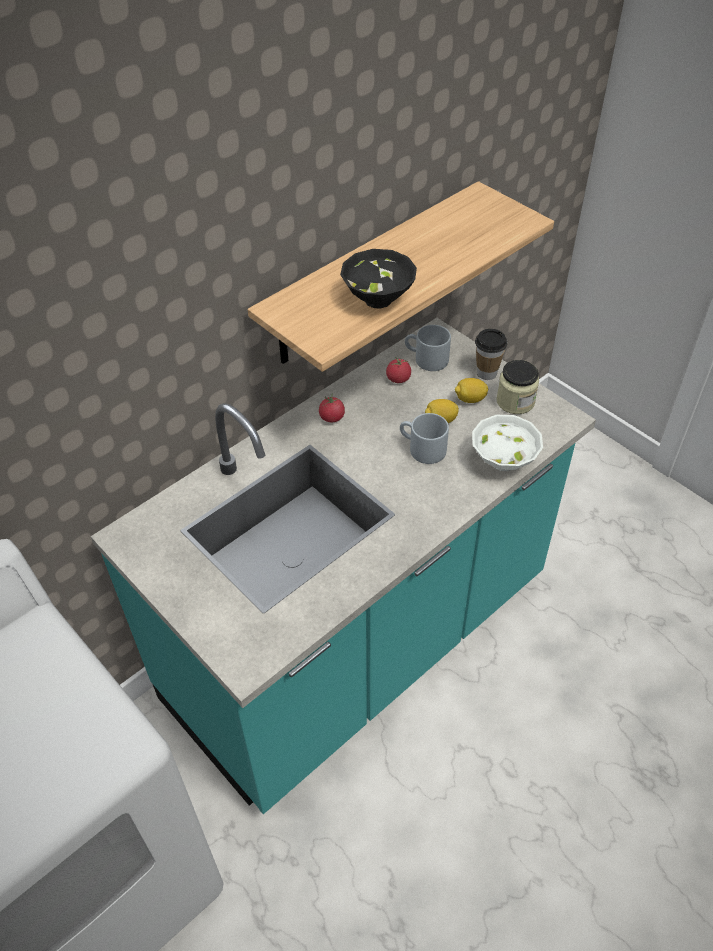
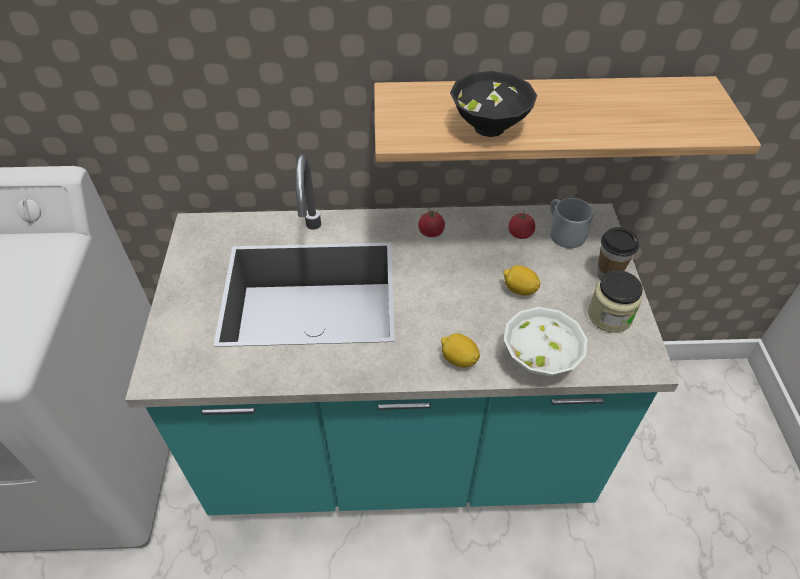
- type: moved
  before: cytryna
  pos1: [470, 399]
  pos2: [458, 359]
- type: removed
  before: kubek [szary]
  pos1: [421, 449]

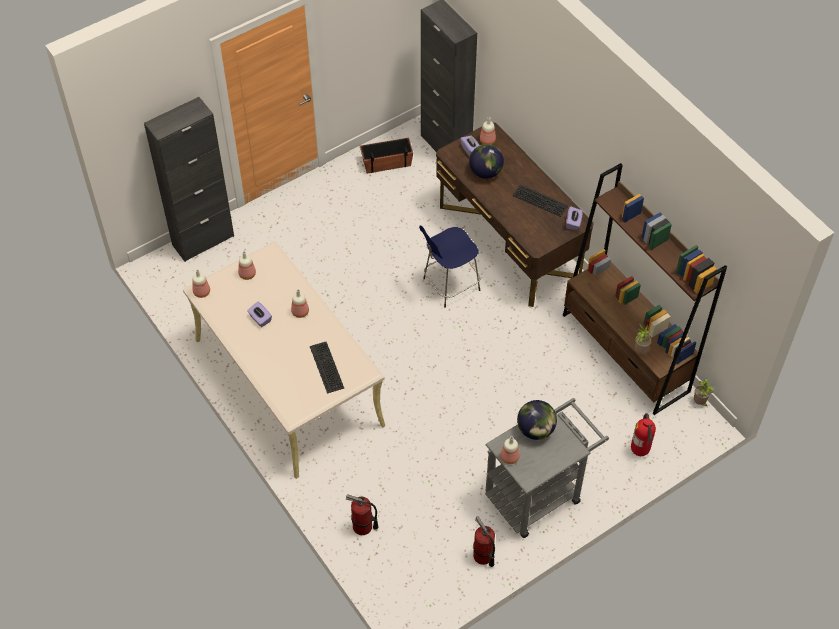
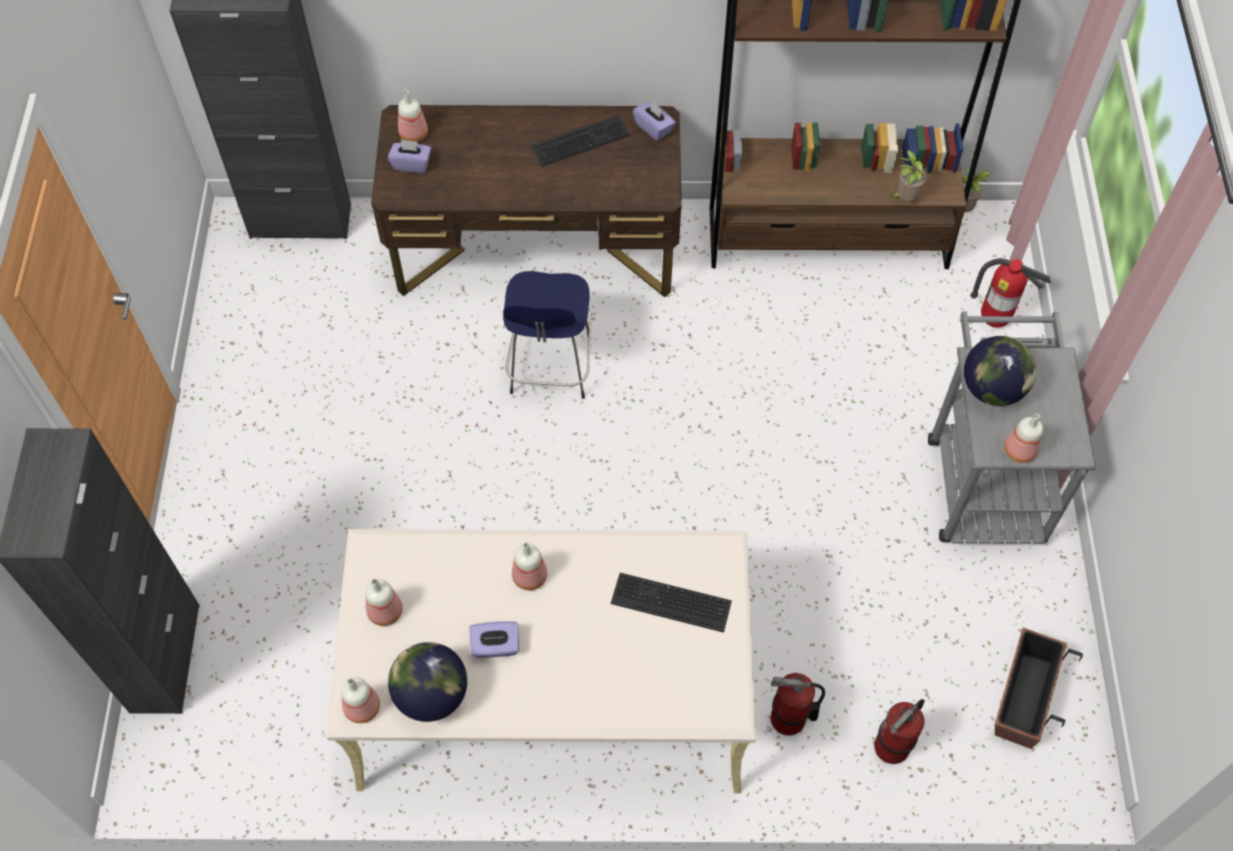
- type: moved
  before: donica
  pos1: [386, 162]
  pos2: [1023, 698]
- type: moved
  before: globus
  pos1: [486, 172]
  pos2: [431, 694]
- type: moved
  before: gaśnica
  pos1: [483, 556]
  pos2: [788, 719]

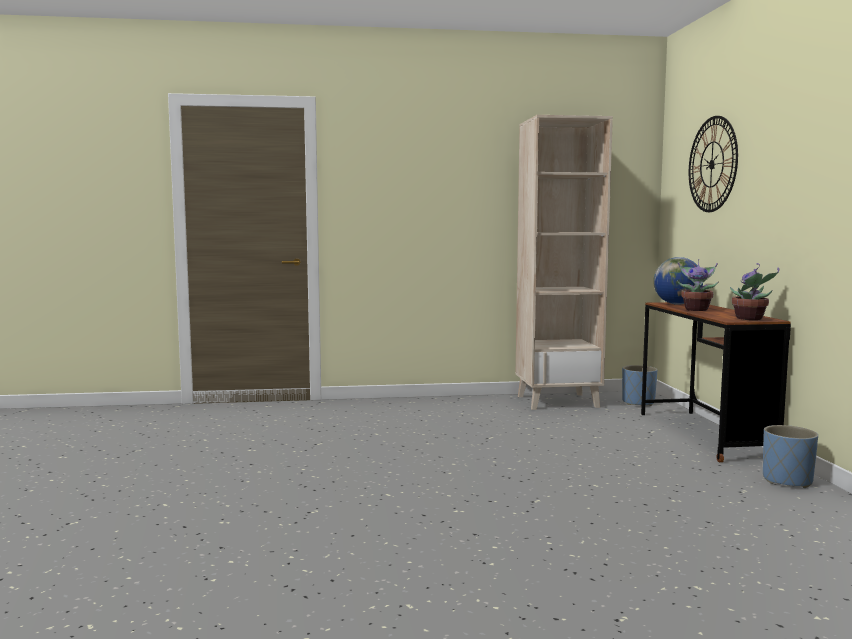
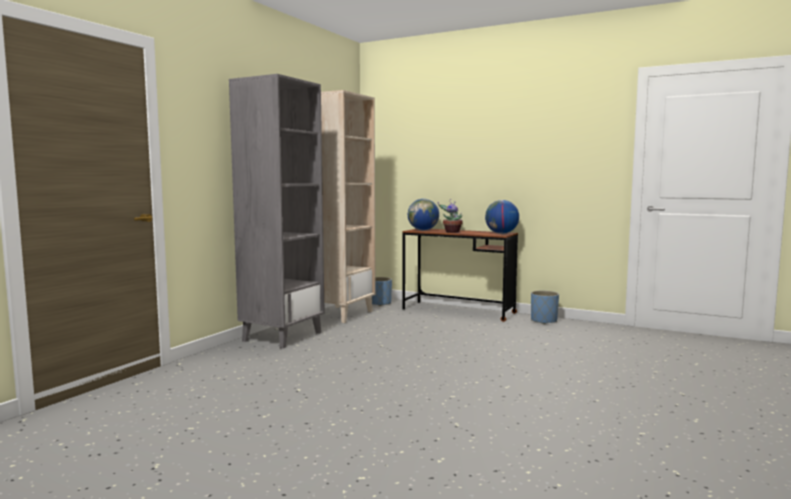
- type: removed
  before: zegar ścienny
  pos1: [712, 164]
- type: replaced
  before: roślina doniczkowa
  after: globus
  pos1: [750, 319]
  pos2: [501, 233]
- type: added
  after: regał [szary]
  pos2: [282, 336]

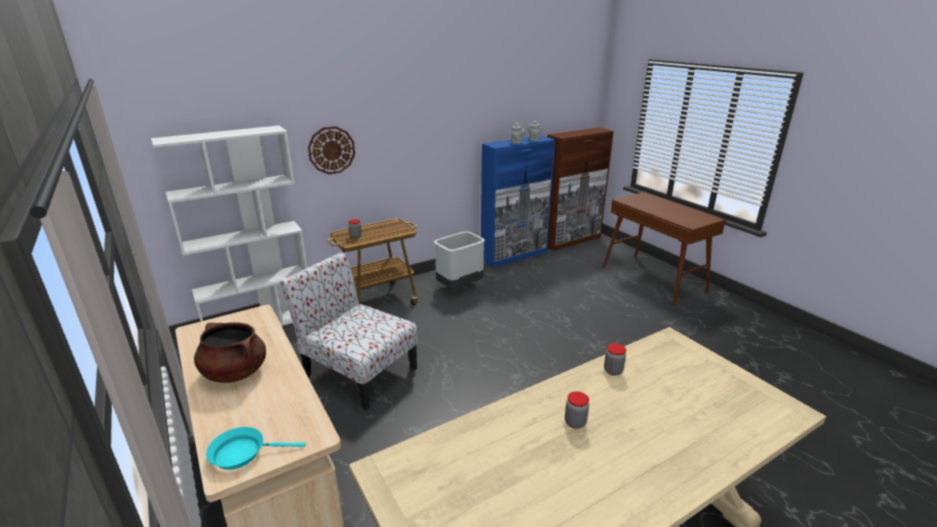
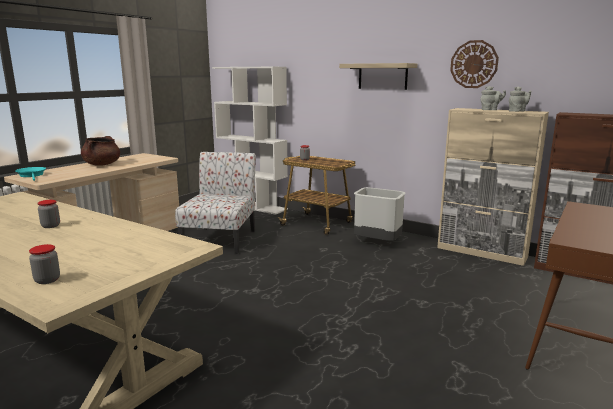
- type: moved
  before: zegar ścienny
  pos1: [331, 150]
  pos2: [474, 64]
- type: recoloured
  before: szafka [niebieski]
  after: szafka [beżowy]
  pos1: [514, 255]
  pos2: [482, 252]
- type: moved
  before: słoik
  pos1: [613, 371]
  pos2: [47, 280]
- type: added
  after: półka
  pos2: [382, 76]

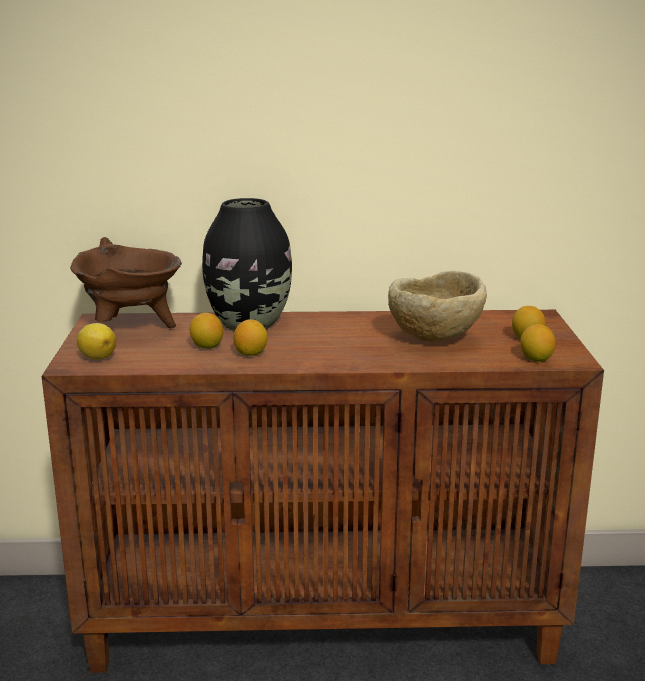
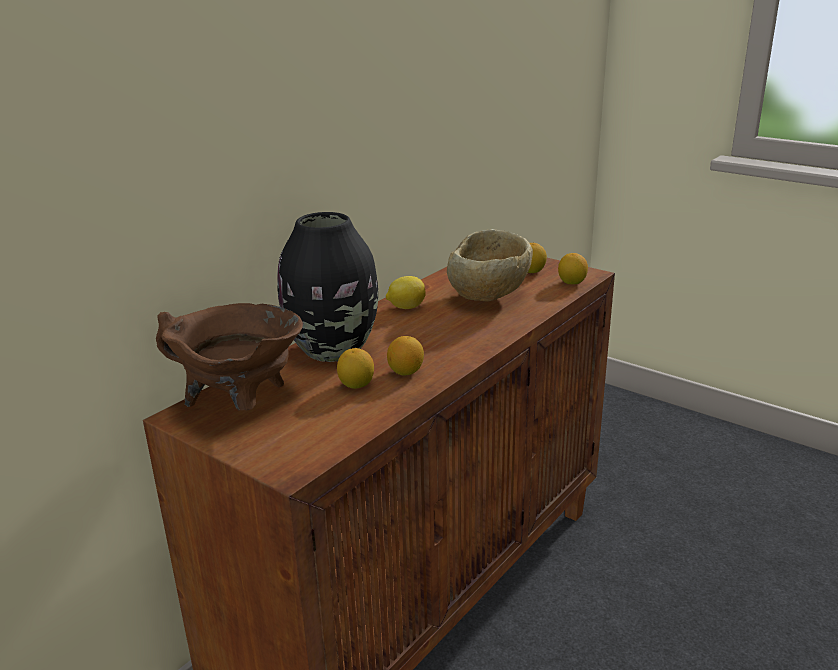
- type: moved
  before: cytryna
  pos1: [97, 357]
  pos2: [406, 307]

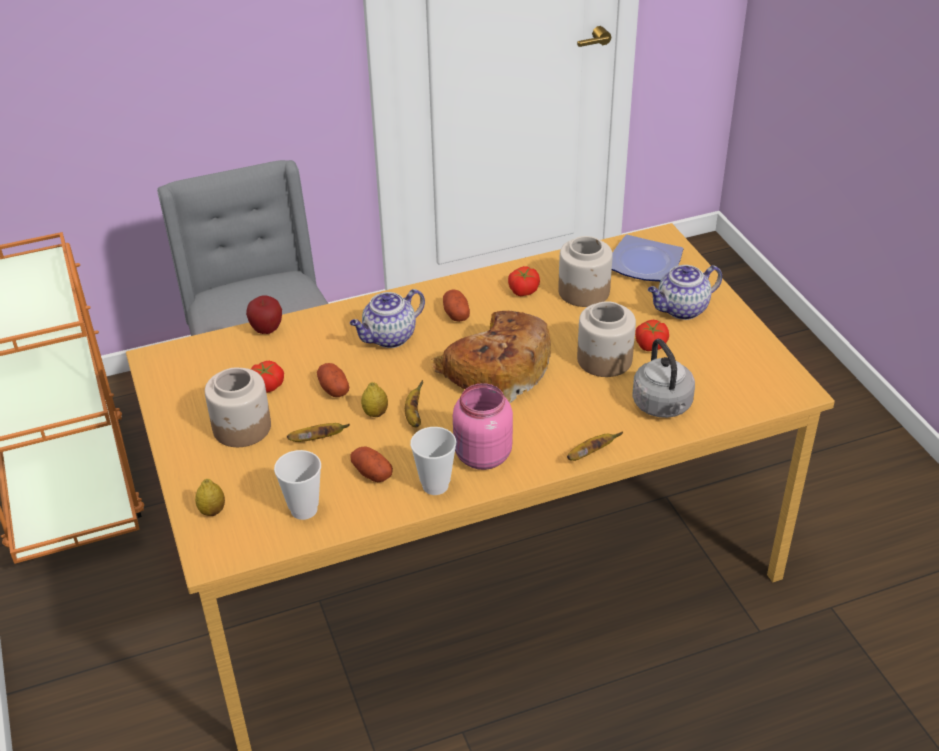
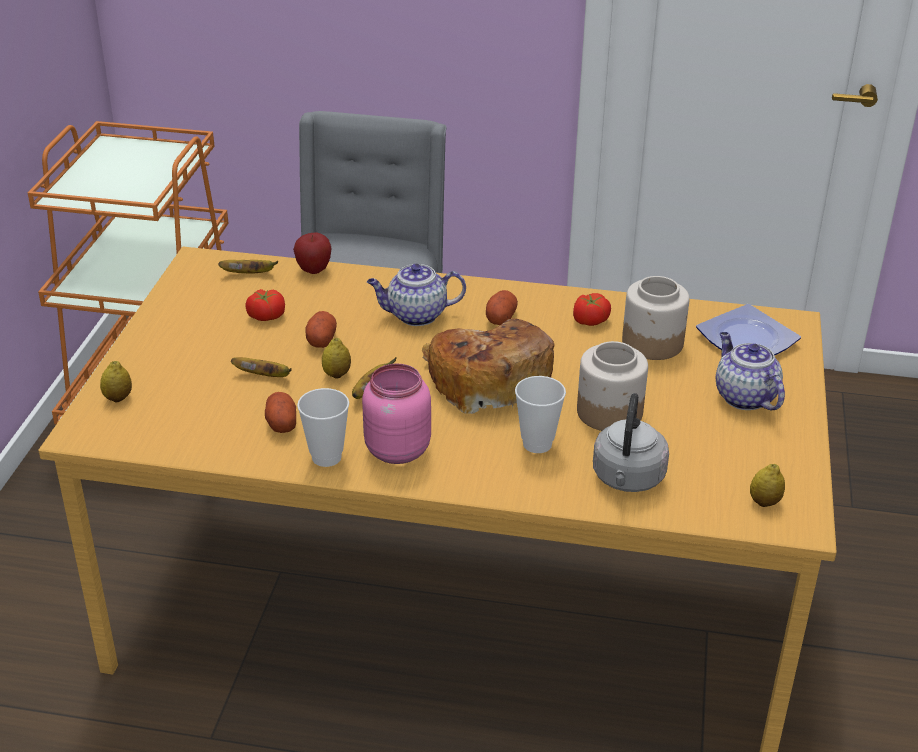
- type: turned
  before: imbryk
  pos1: [681, 310]
  pos2: [743, 397]
  turn: 60
- type: removed
  before: pomidor
  pos1: [650, 344]
- type: removed
  before: słoik
  pos1: [242, 428]
- type: moved
  before: banan
  pos1: [590, 453]
  pos2: [249, 274]
- type: moved
  before: filiżanka
  pos1: [304, 509]
  pos2: [537, 444]
- type: added
  after: cytryna
  pos2: [764, 502]

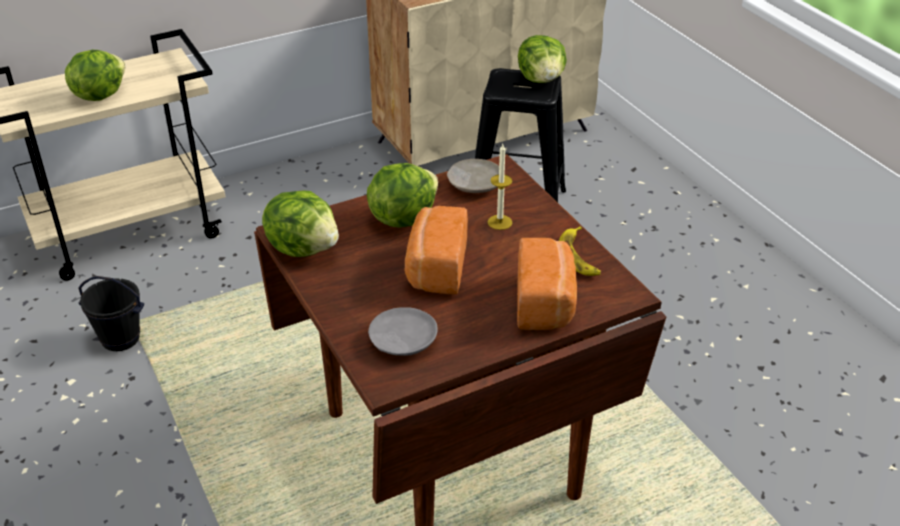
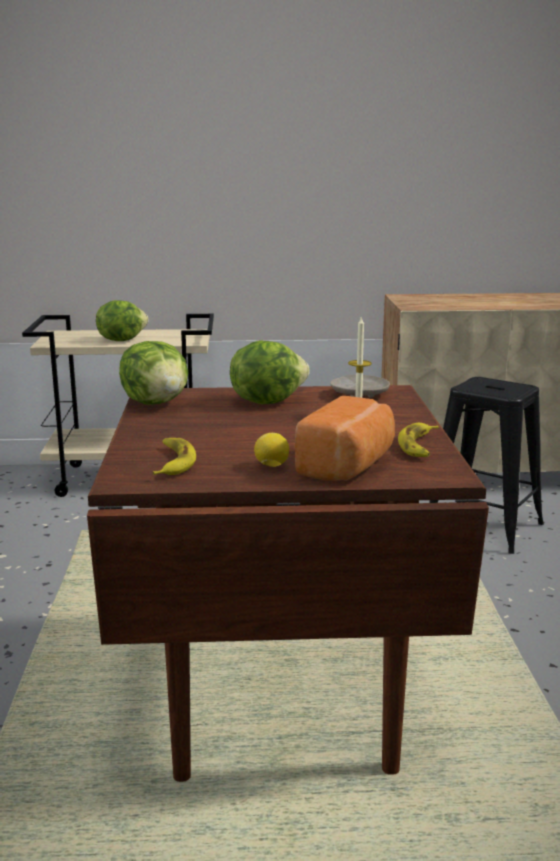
- type: removed
  before: sałata
  pos1: [541, 79]
- type: removed
  before: chleb
  pos1: [435, 268]
- type: removed
  before: wiadro [czarny]
  pos1: [120, 339]
- type: replaced
  before: talerz [szary]
  after: banan
  pos1: [402, 340]
  pos2: [173, 462]
- type: added
  after: cytryna
  pos2: [271, 466]

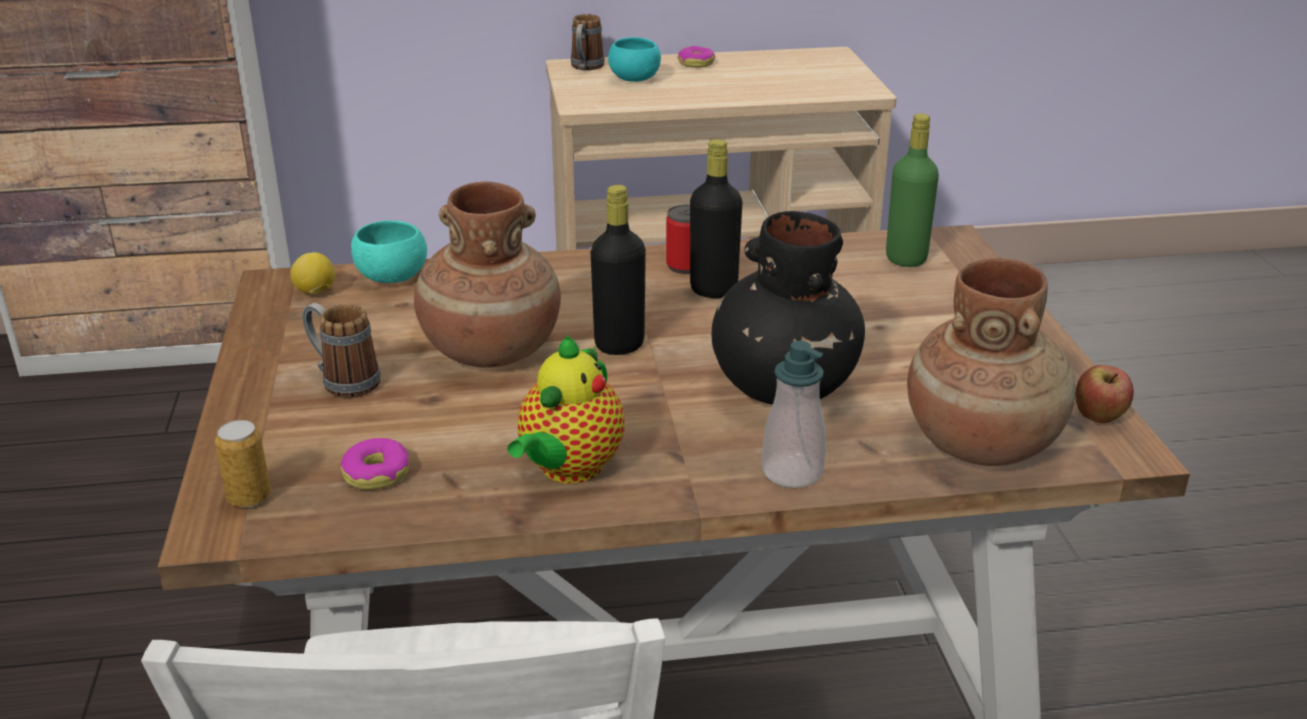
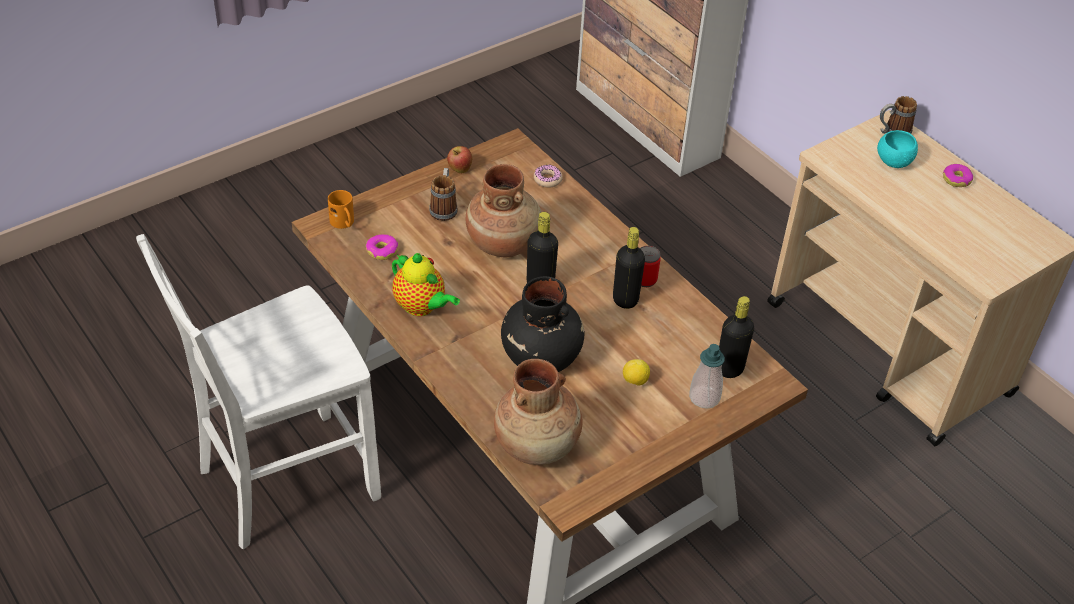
- type: recoloured
  before: butelka [zielony]
  after: butelka [czarny]
  pos1: [906, 258]
  pos2: [729, 369]
- type: replaced
  before: miska [turkusowy]
  after: donut
  pos1: [392, 278]
  pos2: [547, 179]
- type: moved
  before: cytryna
  pos1: [315, 292]
  pos2: [635, 381]
- type: turned
  before: imbryk
  pos1: [568, 469]
  pos2: [422, 307]
  turn: -135
- type: moved
  before: dozownik mydła
  pos1: [792, 472]
  pos2: [704, 397]
- type: moved
  before: jabłko
  pos1: [1098, 418]
  pos2: [459, 169]
- type: replaced
  before: puszka
  after: kubek [pomarańczowy]
  pos1: [249, 498]
  pos2: [344, 223]

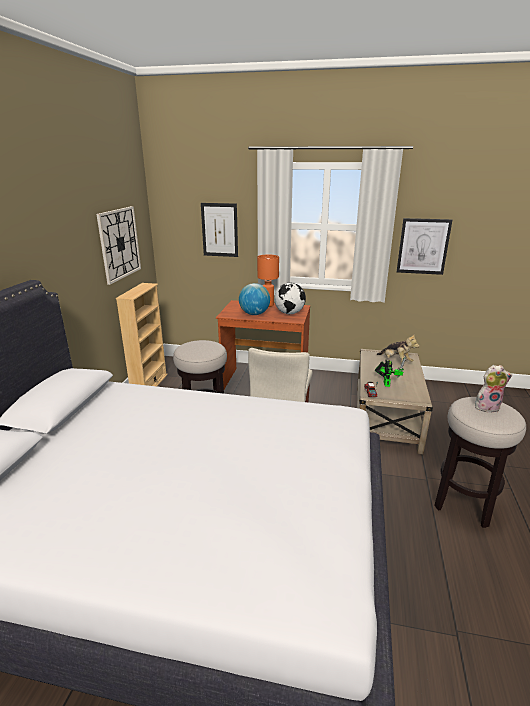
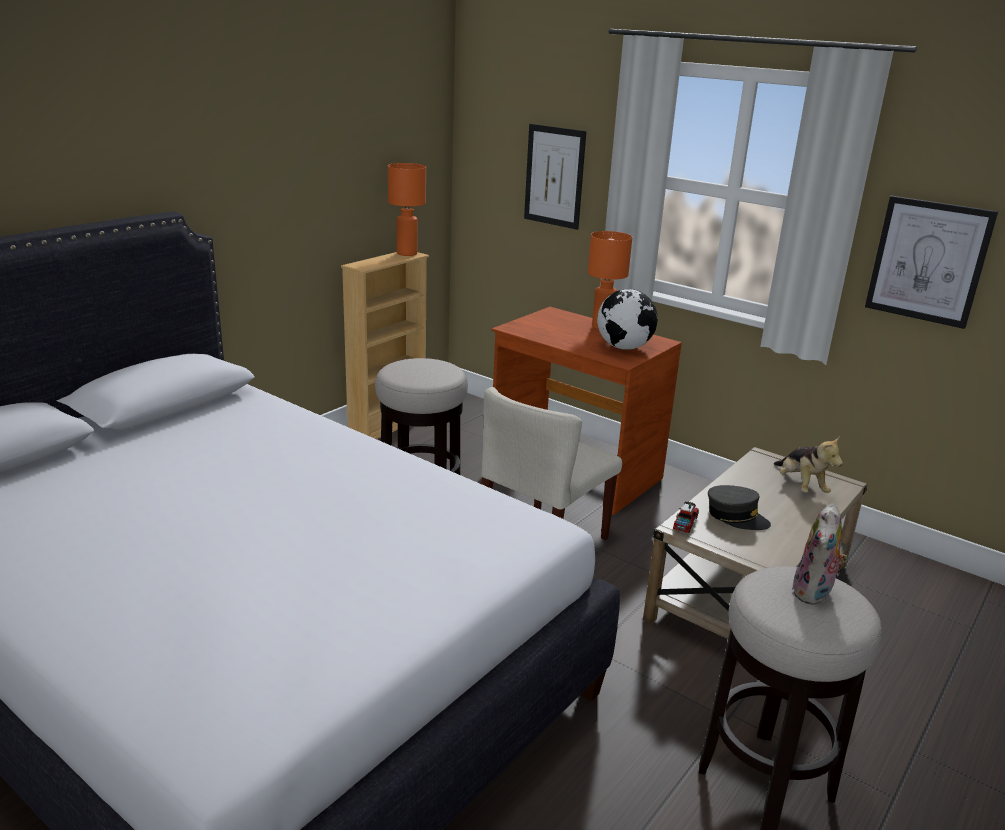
- type: removed
  before: zegar ścienny
  pos1: [119, 244]
- type: removed
  before: globus
  pos1: [254, 314]
- type: replaced
  before: robot zabawkowy
  after: czapka z daszkiem [szary]
  pos1: [386, 383]
  pos2: [736, 517]
- type: turned
  before: pluszak
  pos1: [487, 407]
  pos2: [814, 593]
  turn: 90
- type: added
  after: lampa stołowa [pomarańczowy]
  pos2: [407, 253]

